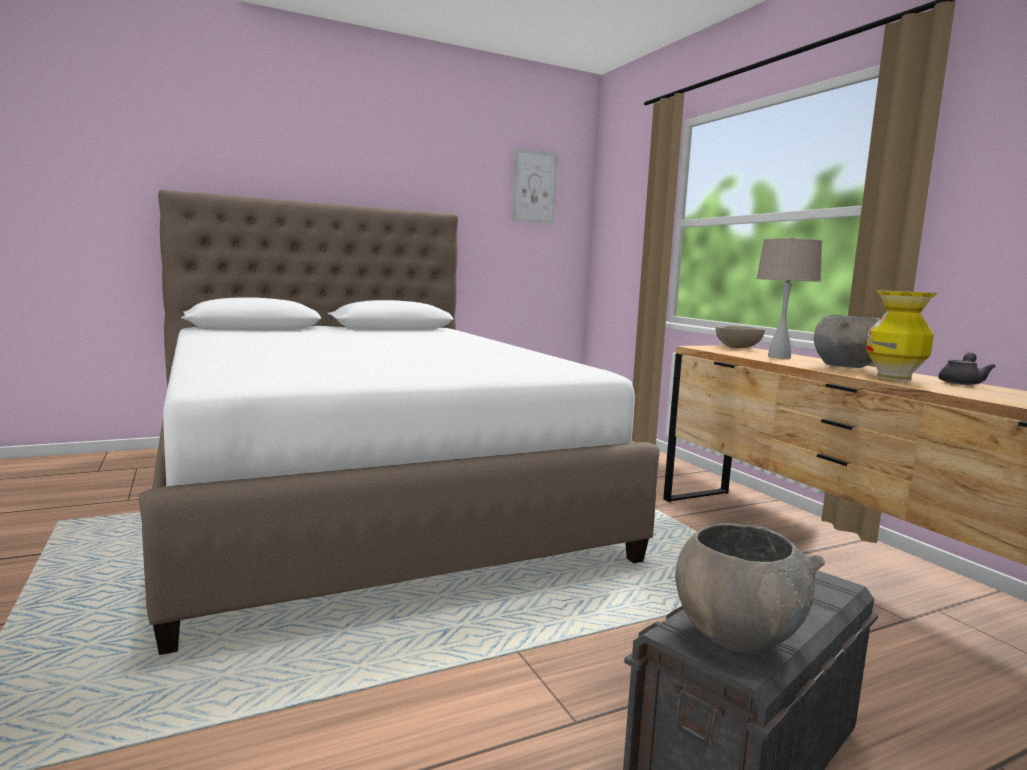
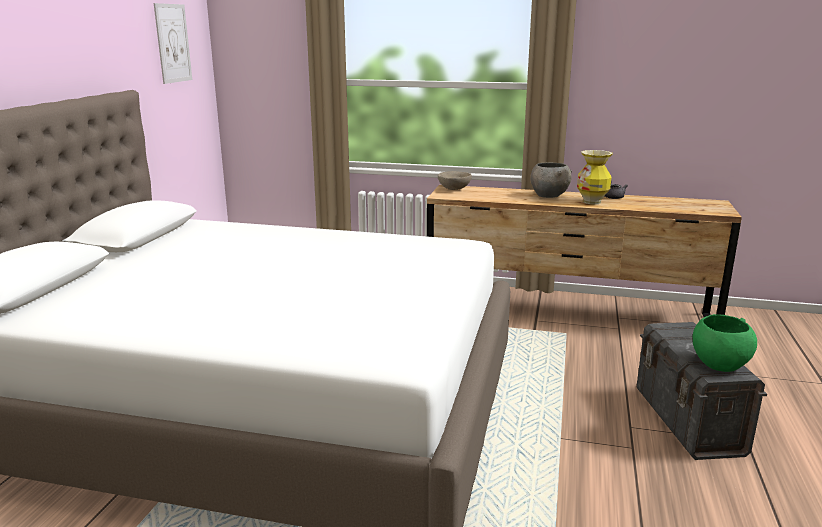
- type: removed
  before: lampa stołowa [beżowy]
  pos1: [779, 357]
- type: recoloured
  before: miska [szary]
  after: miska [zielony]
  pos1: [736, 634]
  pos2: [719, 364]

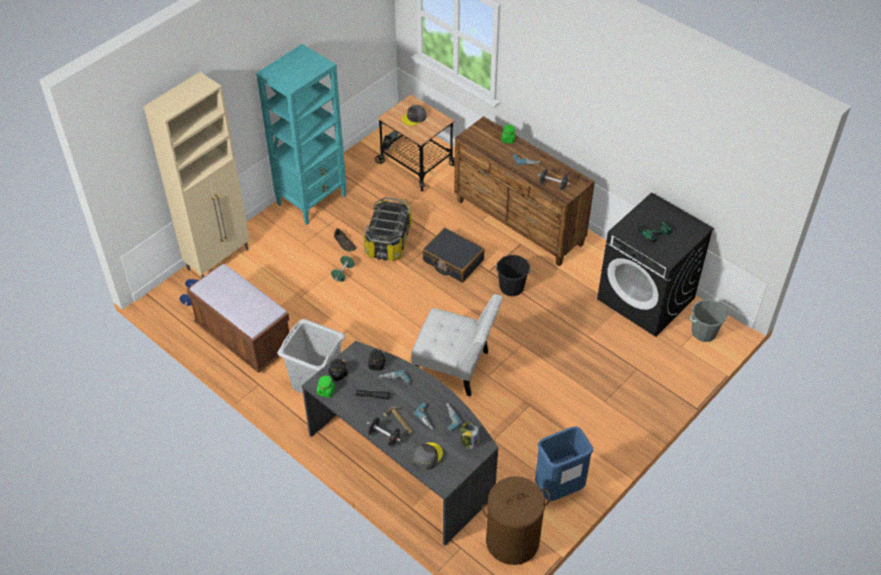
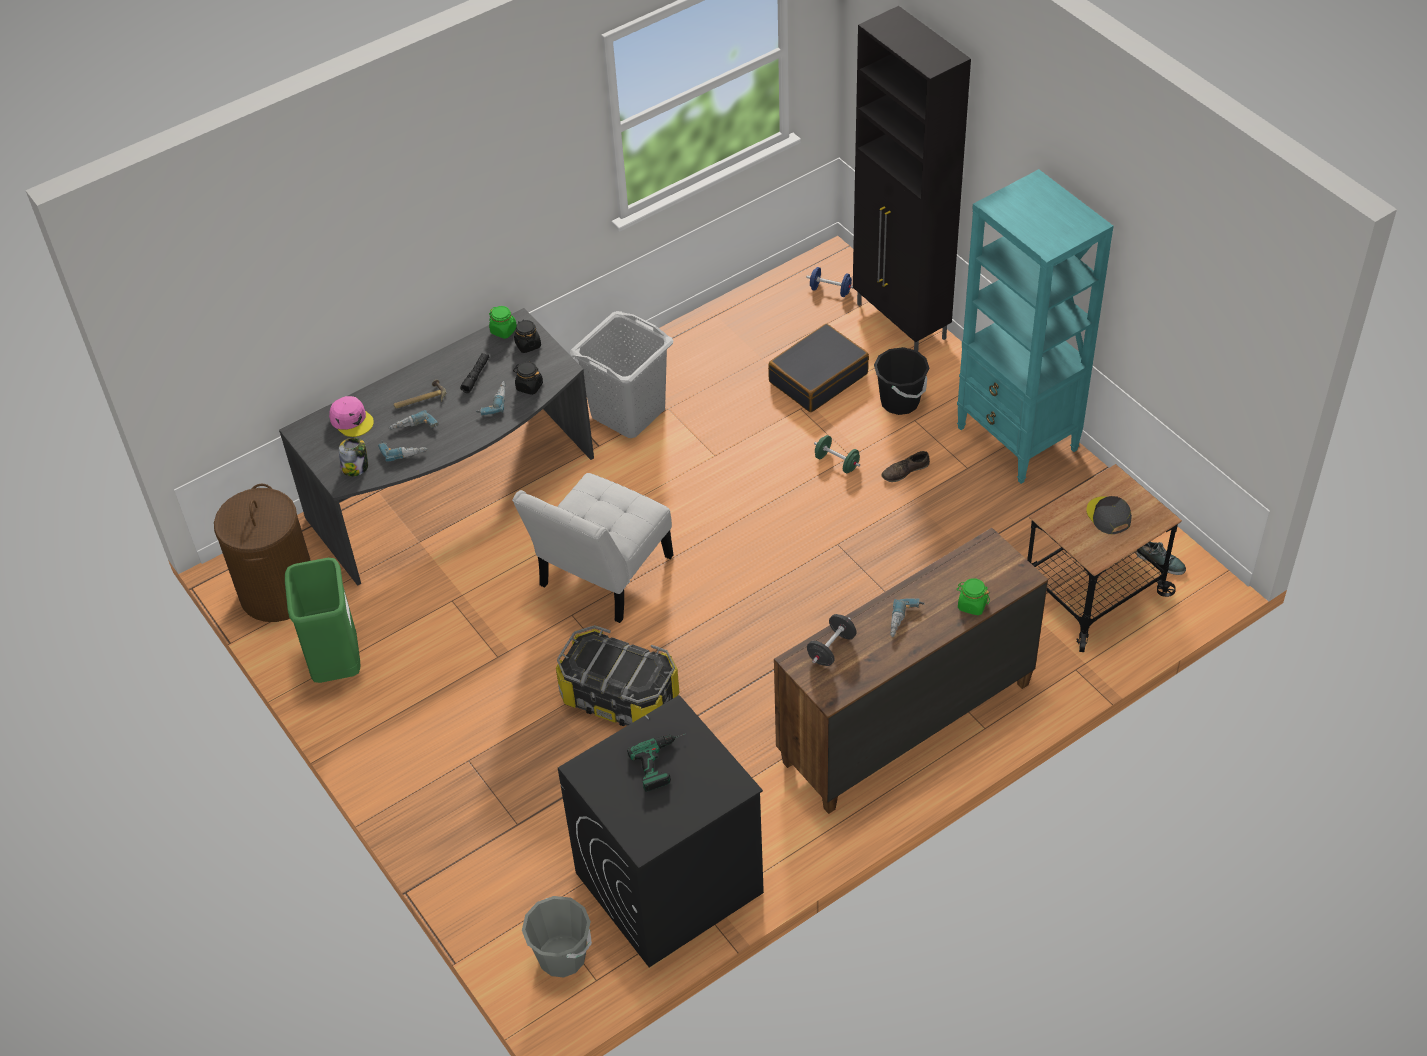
- type: recoloured
  before: szafka [beżowy]
  after: szafka [czarny]
  pos1: [219, 259]
  pos2: [901, 322]
- type: moved
  before: pojemnik do przechowywania
  pos1: [388, 240]
  pos2: [620, 696]
- type: moved
  before: walizka [czarny]
  pos1: [453, 261]
  pos2: [818, 377]
- type: moved
  before: wiadro [czarny]
  pos1: [511, 287]
  pos2: [900, 401]
- type: removed
  before: ławka [brązowy]
  pos1: [244, 337]
- type: removed
  before: hantel [czarny]
  pos1: [384, 436]
- type: recoloured
  before: kosz na śmieci [niebieski]
  after: kosz na śmieci [zielony]
  pos1: [559, 488]
  pos2: [336, 663]
- type: recoloured
  before: czapka z daszkiem [szary]
  after: czapka z daszkiem [różowy]
  pos1: [427, 456]
  pos2: [352, 420]

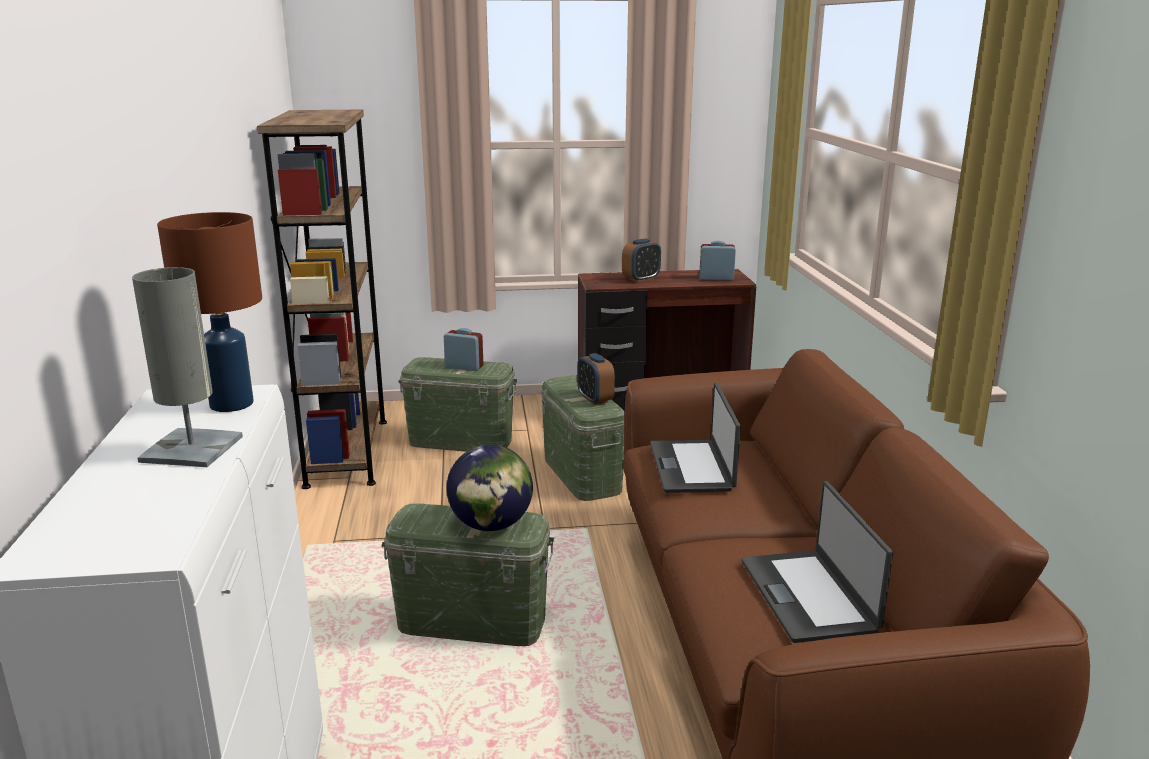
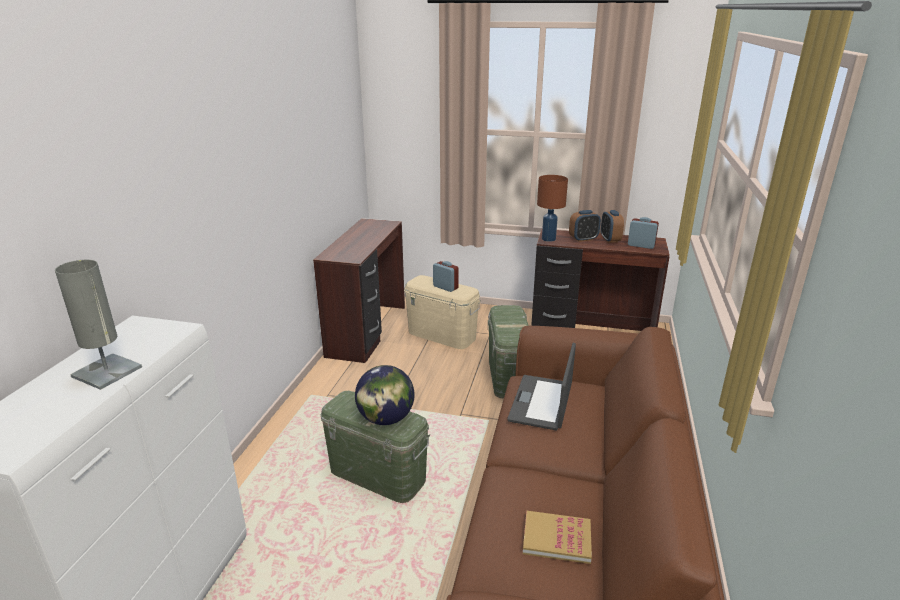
- type: replaced
  before: regał [brązowy]
  after: biurko [brązowy]
  pos1: [347, 452]
  pos2: [368, 331]
- type: moved
  before: lampa stołowa [brązowy]
  pos1: [232, 404]
  pos2: [548, 239]
- type: moved
  before: budzik
  pos1: [595, 399]
  pos2: [610, 239]
- type: recoloured
  before: pojemnik do przechowywania [zielony]
  after: pojemnik do przechowywania [beżowy]
  pos1: [461, 441]
  pos2: [442, 335]
- type: replaced
  before: laptop
  after: książka
  pos1: [809, 595]
  pos2: [557, 538]

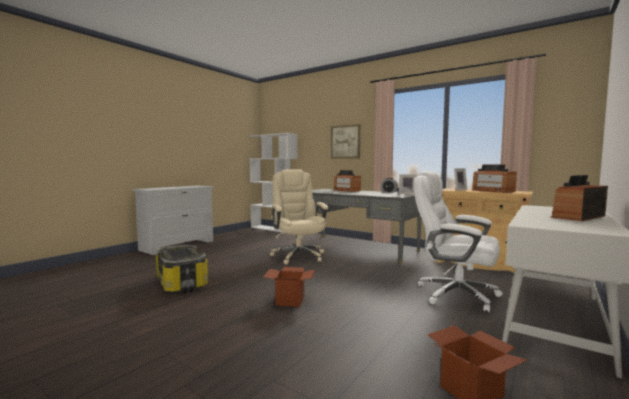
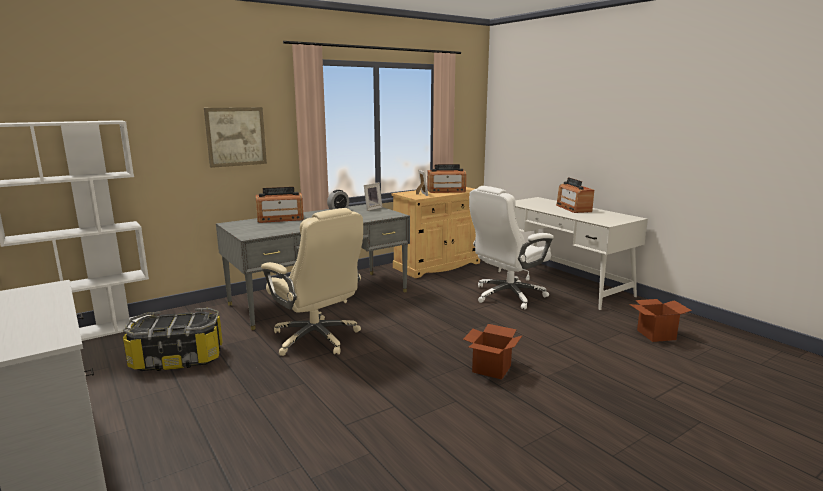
- type: turned
  before: krzesło biurowe [beżowy]
  pos1: [298, 256]
  pos2: [317, 339]
  turn: -135
- type: moved
  before: pojemnik do przechowywania
  pos1: [182, 283]
  pos2: [178, 359]

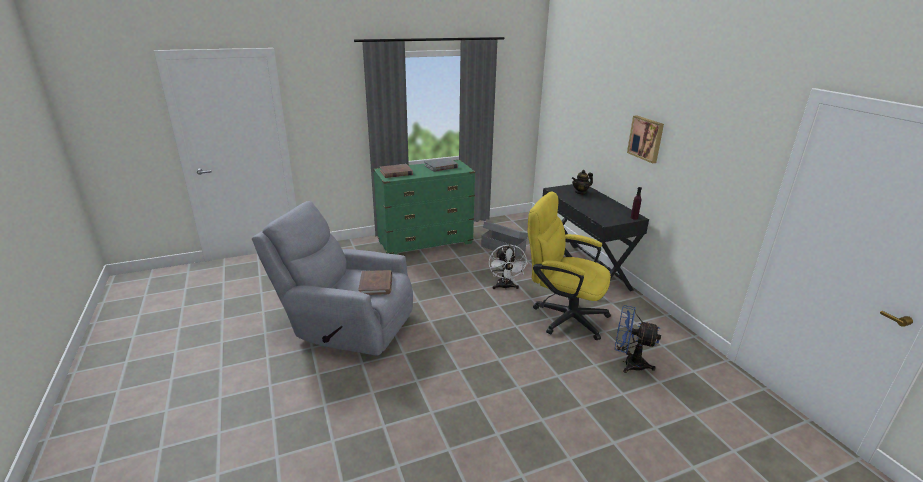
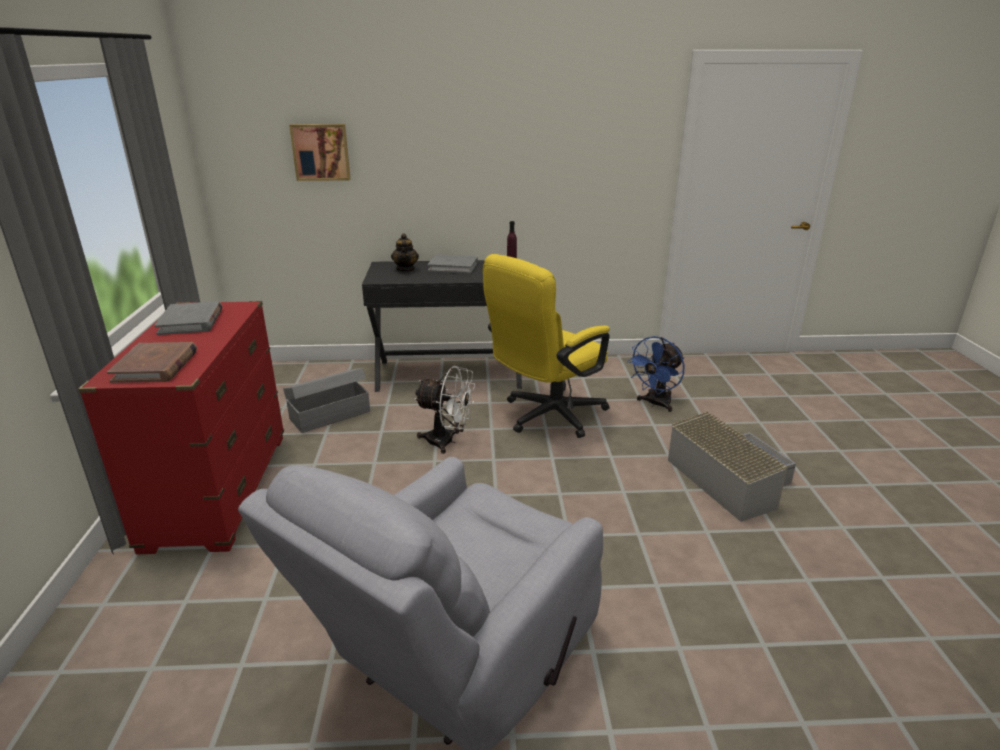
- type: moved
  before: obraz
  pos1: [646, 138]
  pos2: [321, 152]
- type: recoloured
  before: komoda [zielony]
  after: komoda [czerwony]
  pos1: [425, 243]
  pos2: [219, 490]
- type: removed
  before: książka [brązowy]
  pos1: [376, 284]
- type: added
  after: książka [szary]
  pos2: [453, 267]
- type: added
  after: pojemnik do przechowywania [szary]
  pos2: [729, 479]

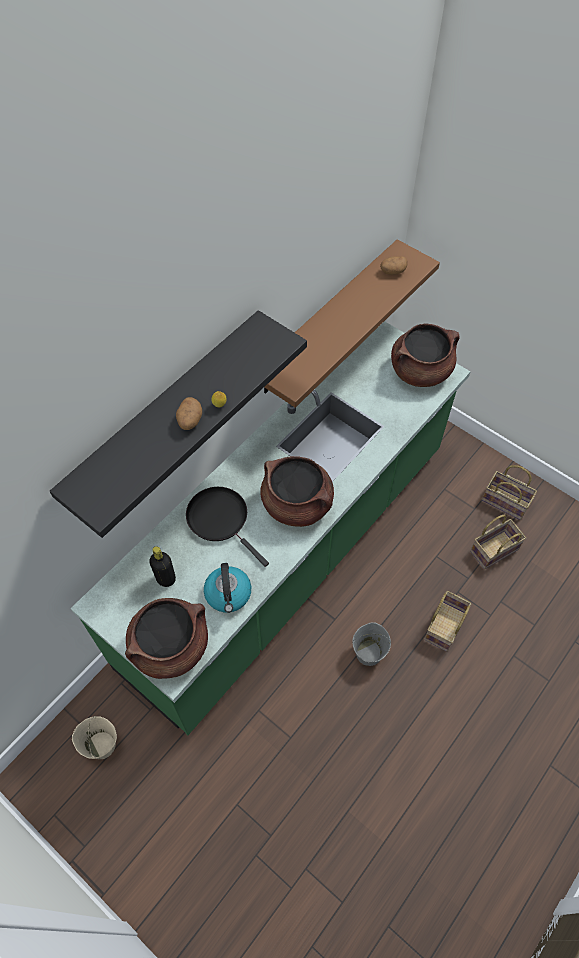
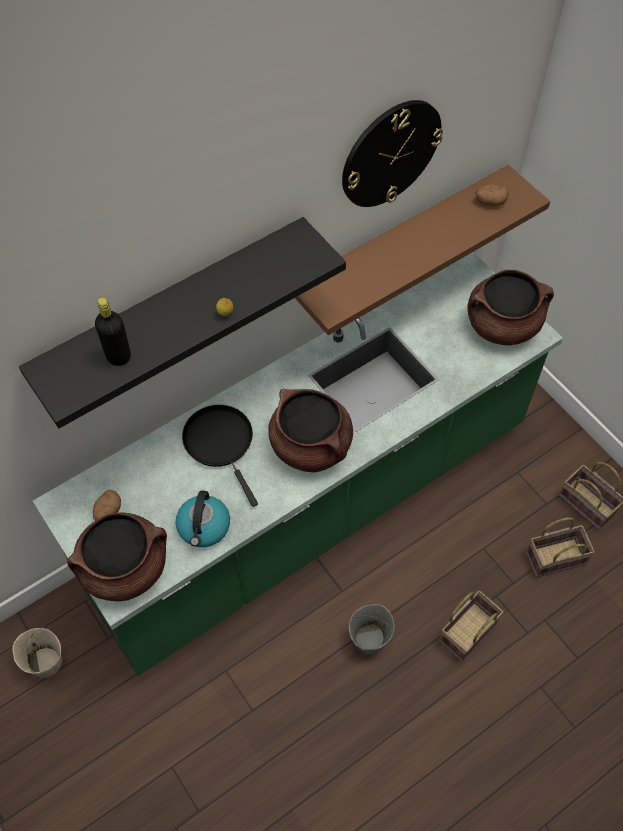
- type: moved
  before: ziemniak
  pos1: [190, 421]
  pos2: [108, 512]
- type: moved
  before: butelka [czarny]
  pos1: [166, 579]
  pos2: [118, 356]
- type: added
  after: zegar ścienny
  pos2: [390, 153]

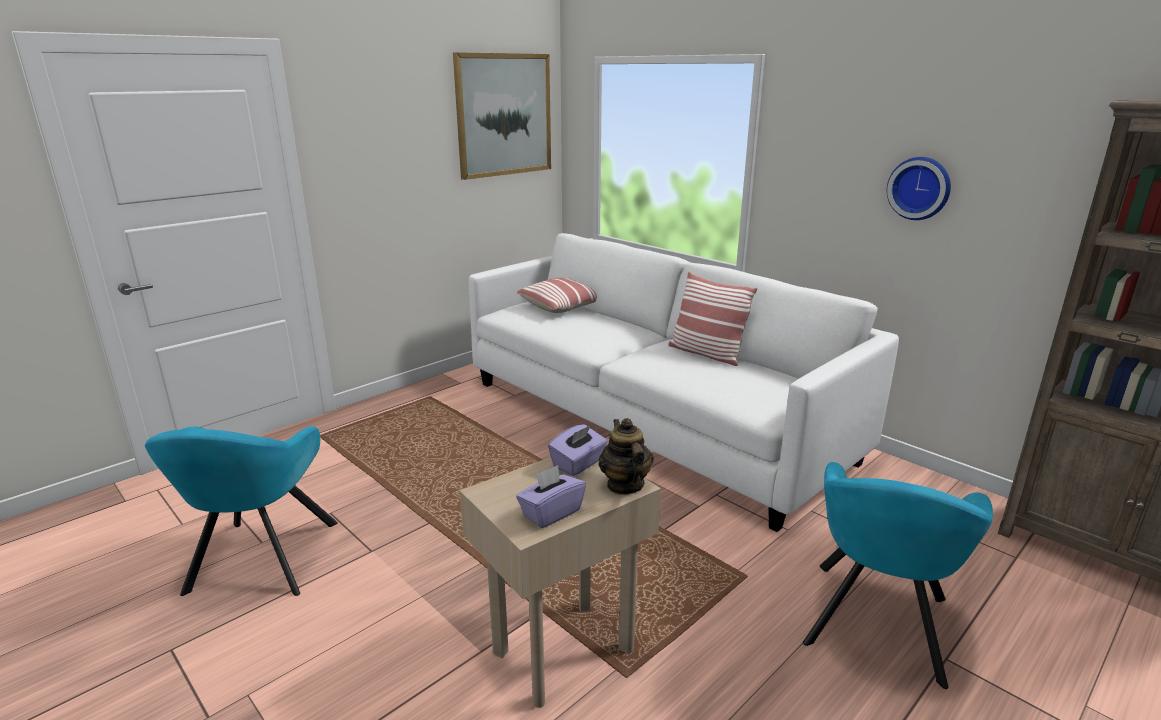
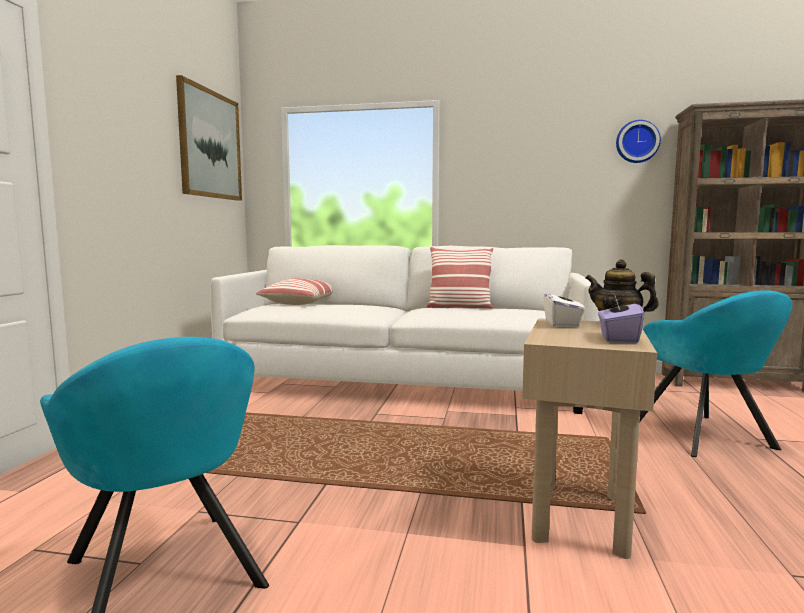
- type: moved
  before: zegar ścienny
  pos1: [920, 188]
  pos2: [637, 142]
- type: recoloured
  before: pudełko chusteczek [fioletowy]
  after: pudełko chusteczek [biały]
  pos1: [578, 464]
  pos2: [562, 324]

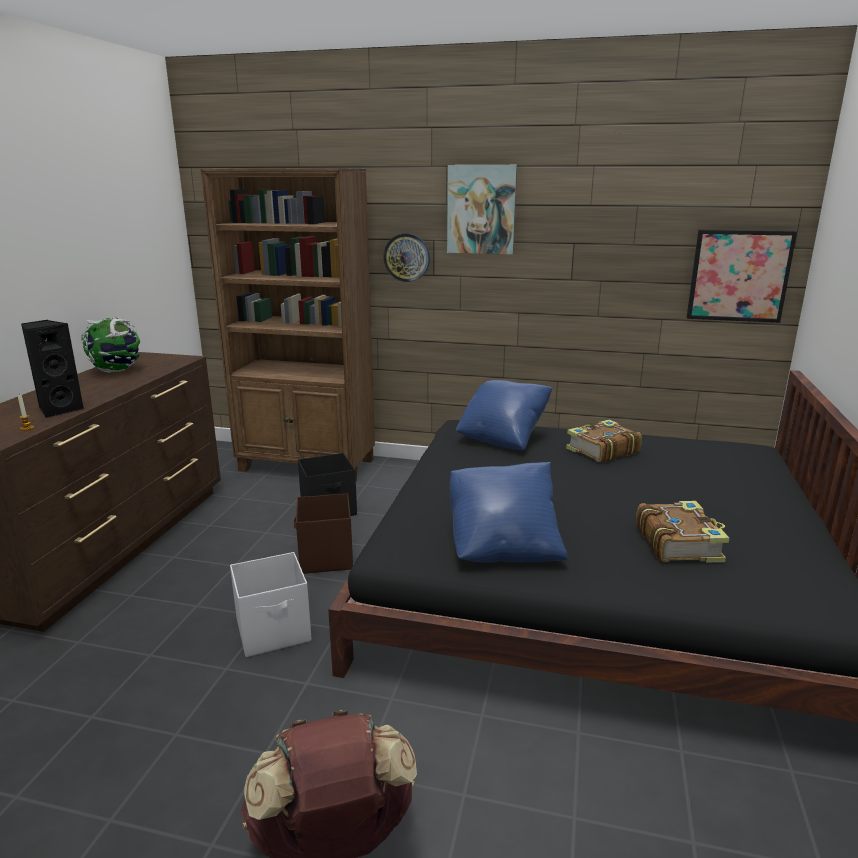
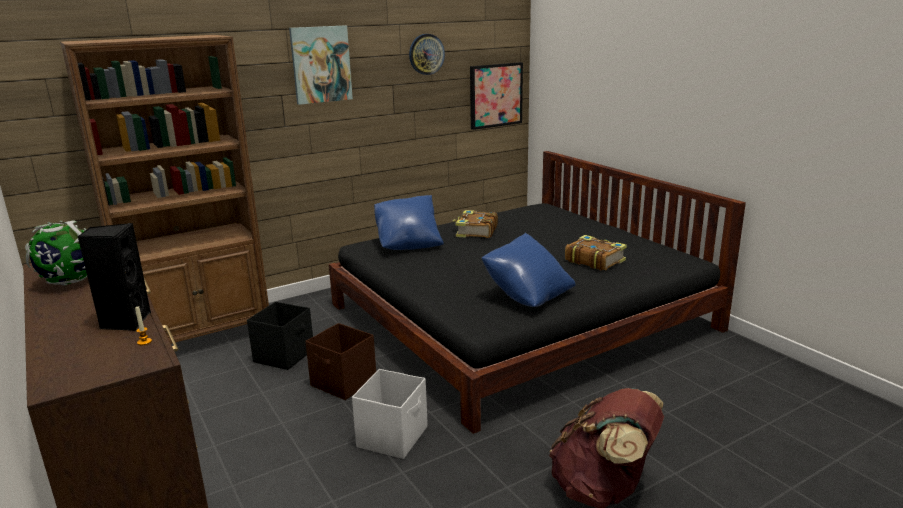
- type: moved
  before: zegar ścienny
  pos1: [406, 257]
  pos2: [426, 54]

